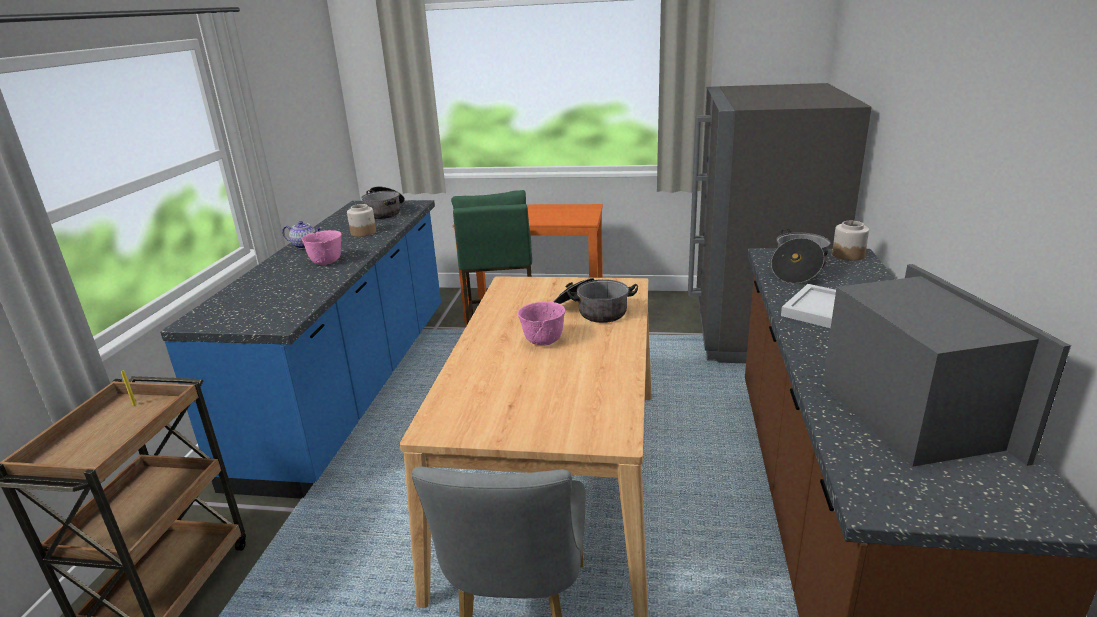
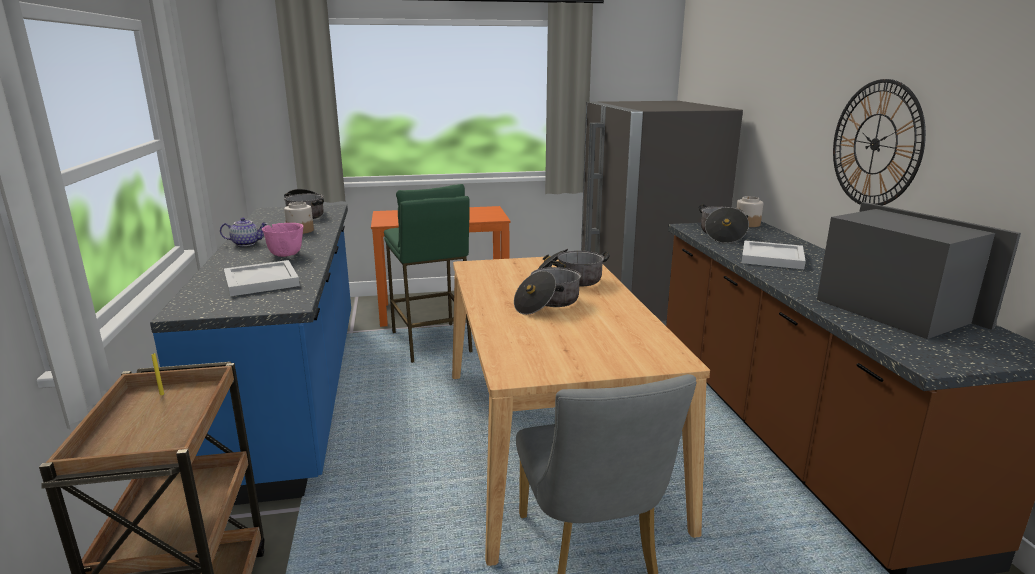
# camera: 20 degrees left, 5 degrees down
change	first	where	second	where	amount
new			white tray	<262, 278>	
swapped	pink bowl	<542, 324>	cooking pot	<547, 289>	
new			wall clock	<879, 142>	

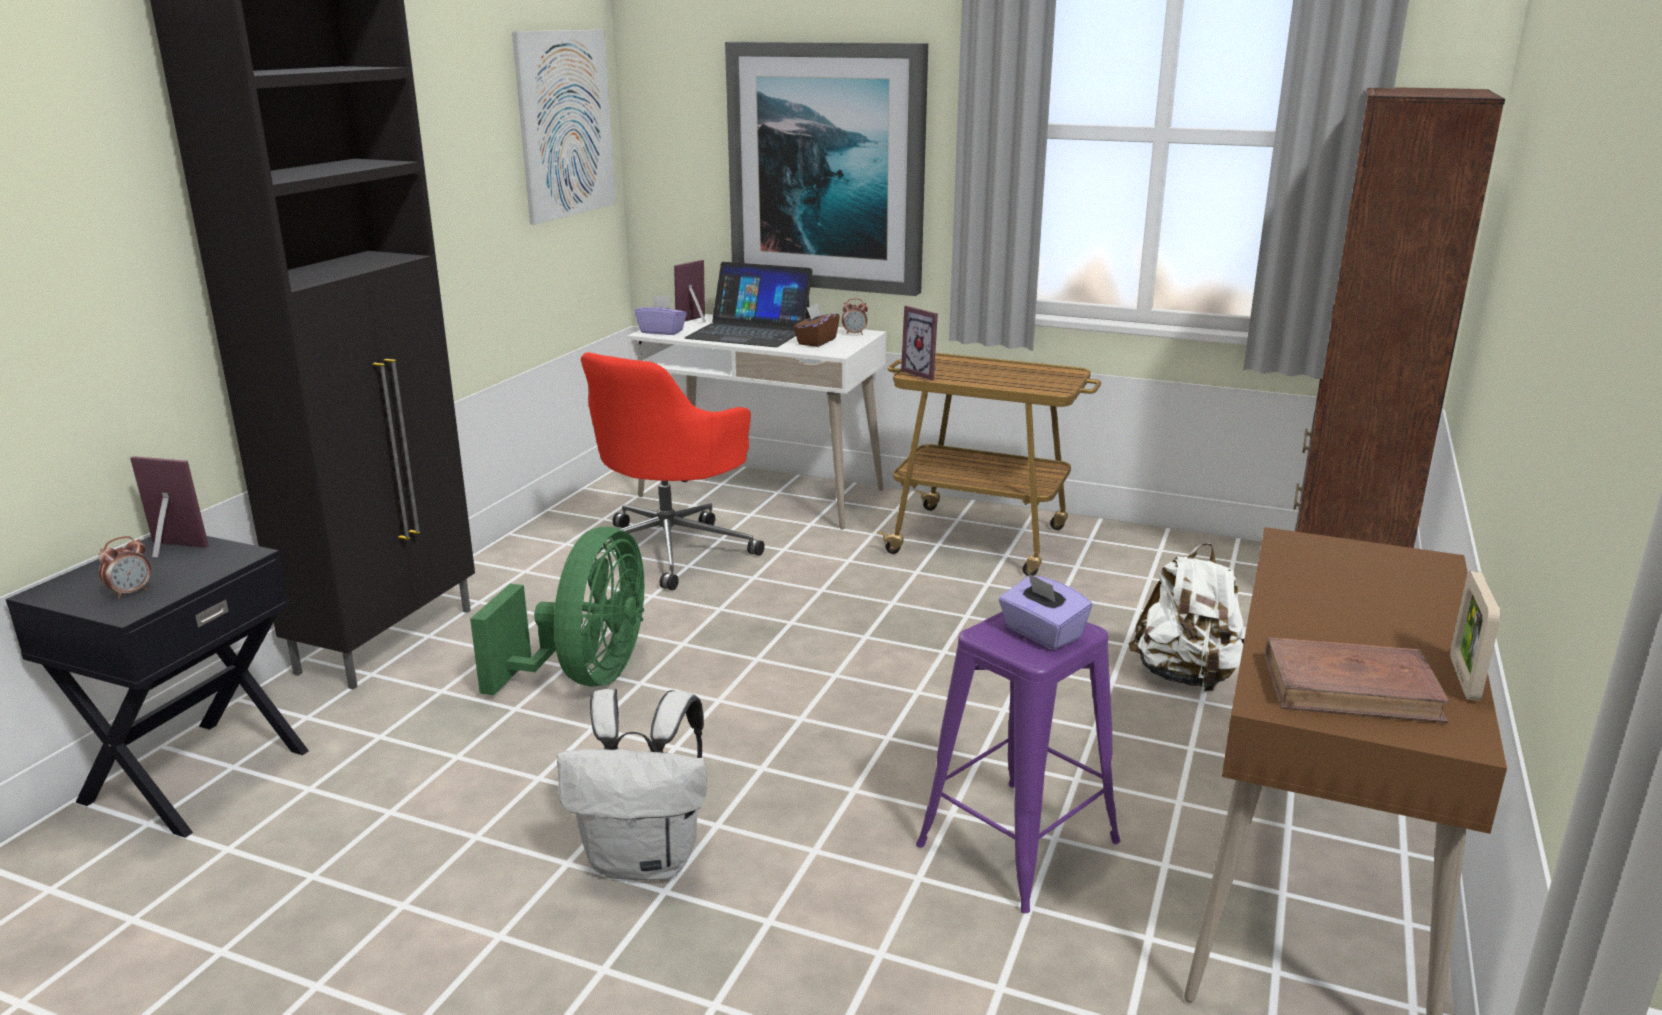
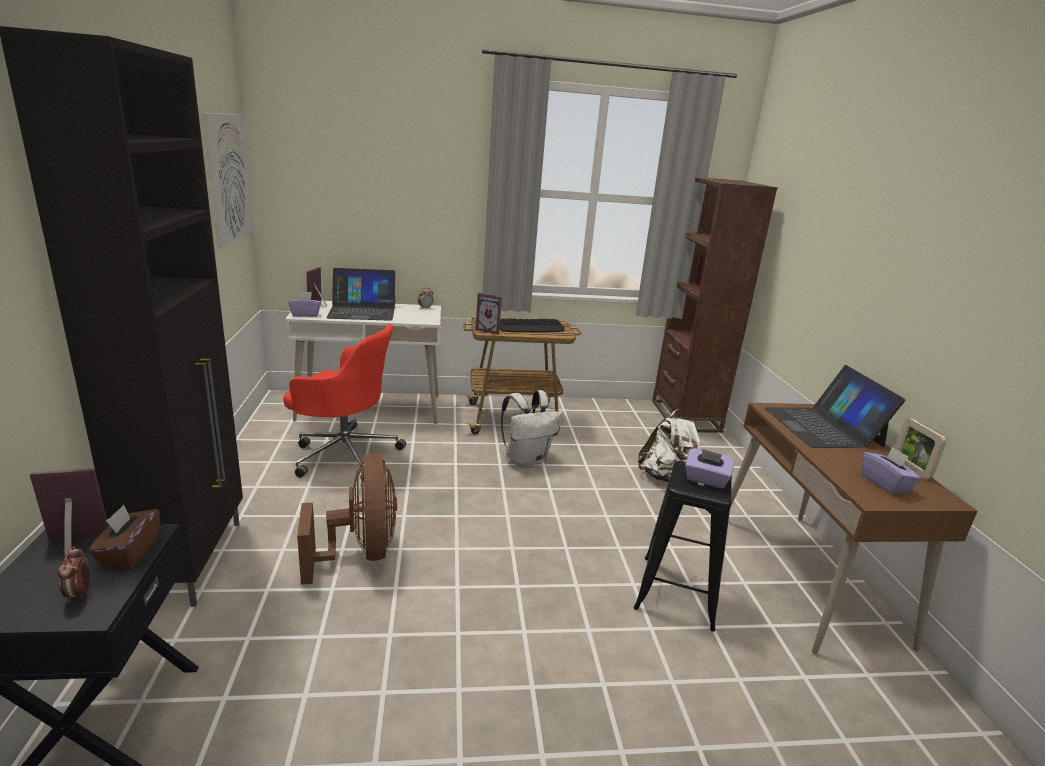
# camera: 30 degrees left, 0 degrees up
change	first	where	second	where	amount
rotated	alarm clock	<124, 567>		<73, 574>	150 degrees clockwise
shifted	brown tissue box	<816, 325>		<124, 536>	
rotated	red office chair	<673, 471>		<344, 403>	75 degrees counterclockwise
repainted	green fan	<557, 611>	brown fan	<347, 519>	
new			keyboard	<532, 325>	
shifted	white backpack	<632, 785>		<532, 428>	
repainted	purple stool	<1018, 762>	black stool	<683, 546>	
new			laptop	<834, 406>	
swapped	brown book	<1357, 680>	purple tissue box	<891, 471>	
gone	picture	<826, 169>			

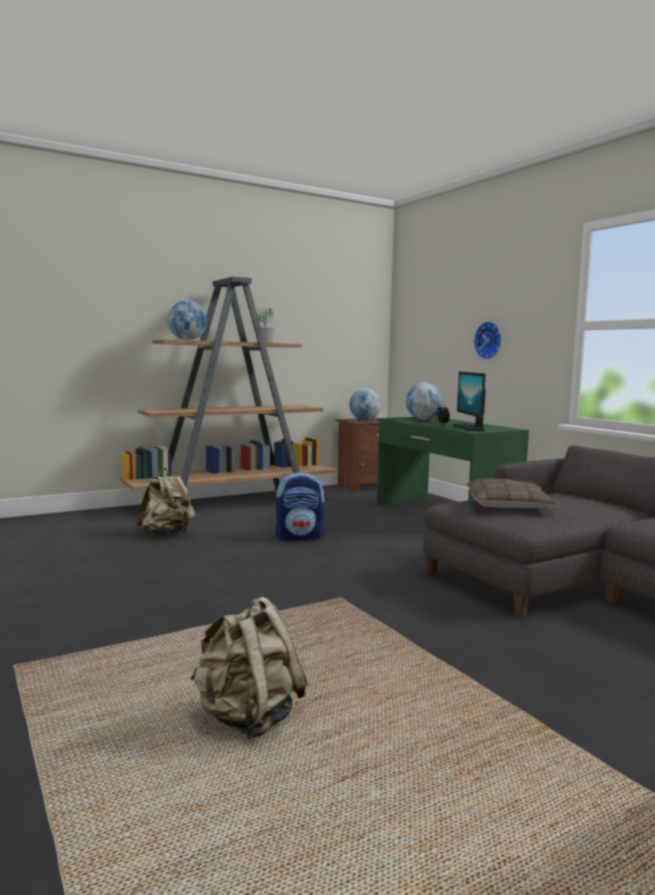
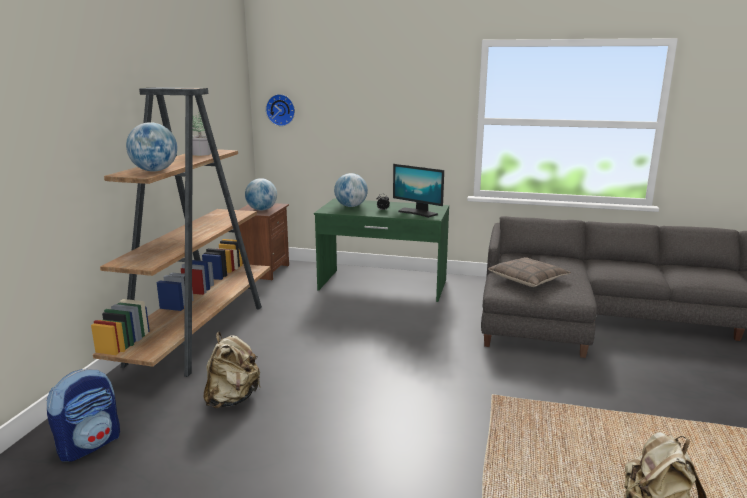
# camera: 45 degrees left, 10 degrees up
change	first	where	second	where	amount
shifted	backpack	<300, 506>		<83, 415>	
shifted	wall clock	<487, 340>		<280, 110>	

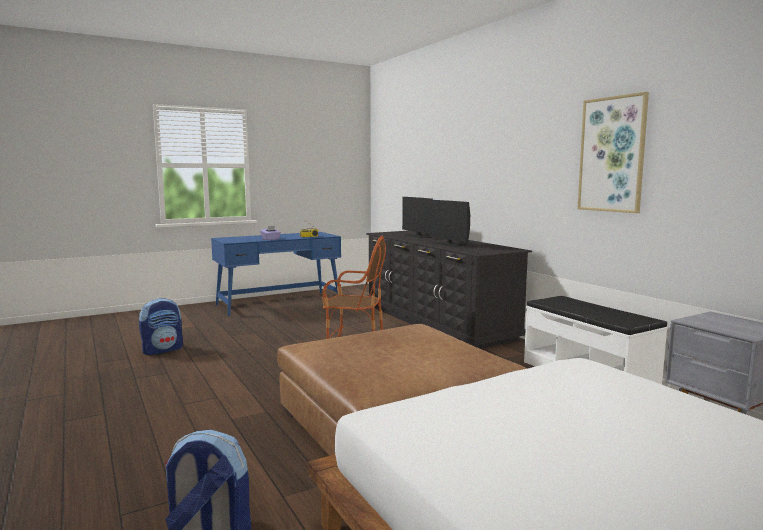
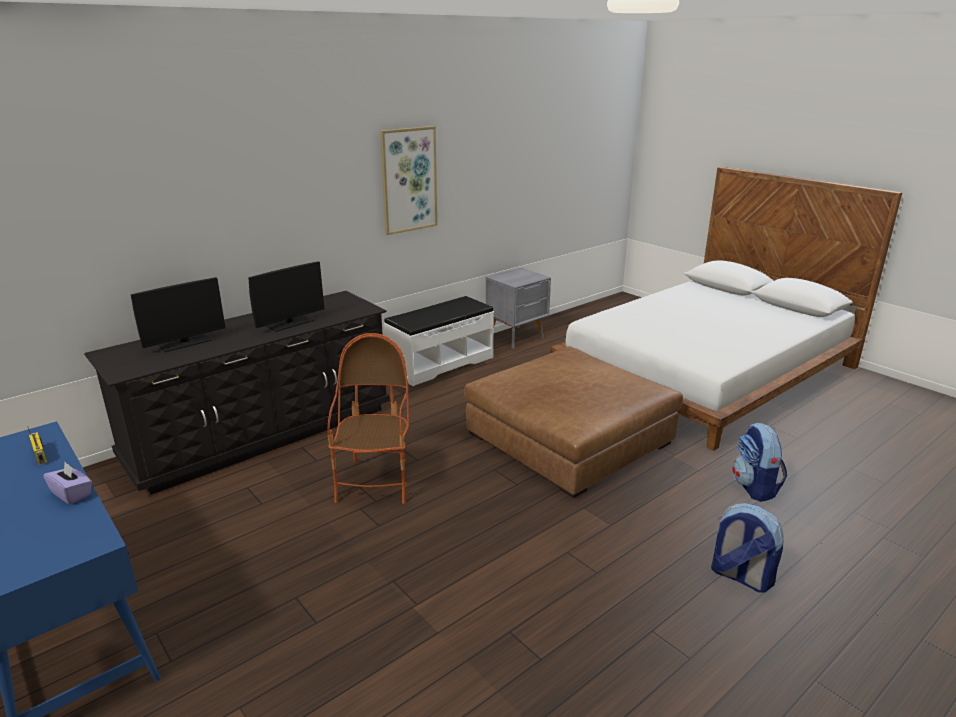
# camera: 100 degrees left, 15 degrees up
change	first	where	second	where	amount
shifted	backpack	<161, 326>		<747, 548>	

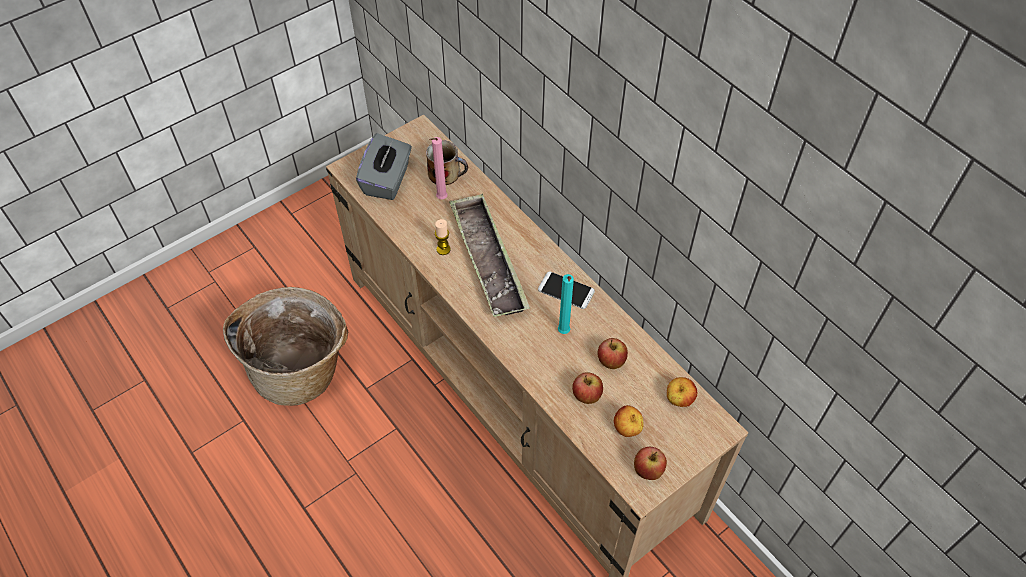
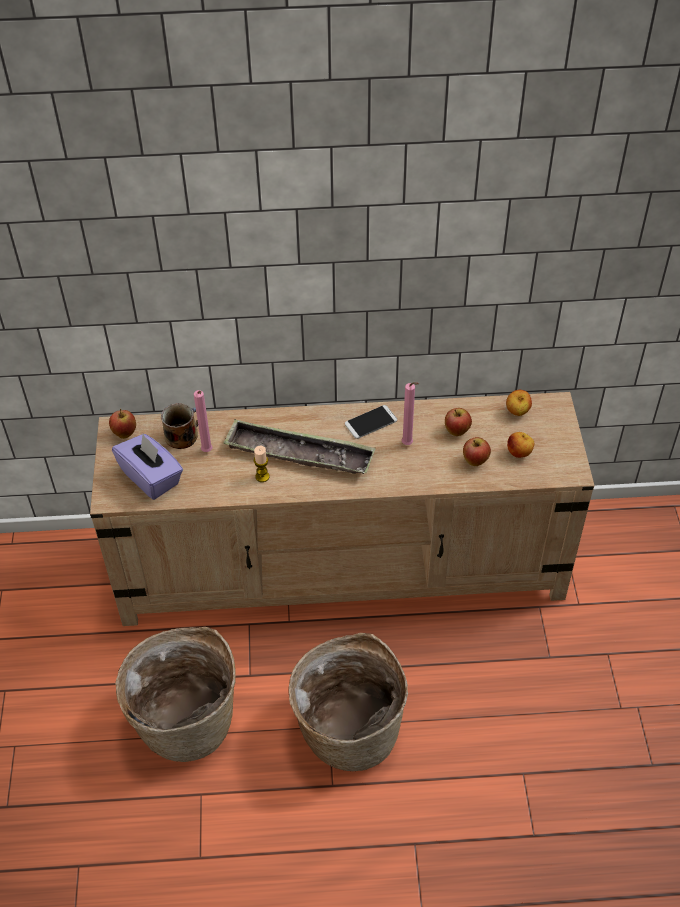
# camera: 55 degrees left, 5 degrees down
change	first	where	second	where	amount
shifted	apple	<650, 463>		<122, 424>	
repainted	grey tissue box	<384, 166>	purple tissue box	<147, 467>	
new			basket	<348, 702>	
repainted	turquoise candle	<566, 304>	pink candle	<410, 413>	

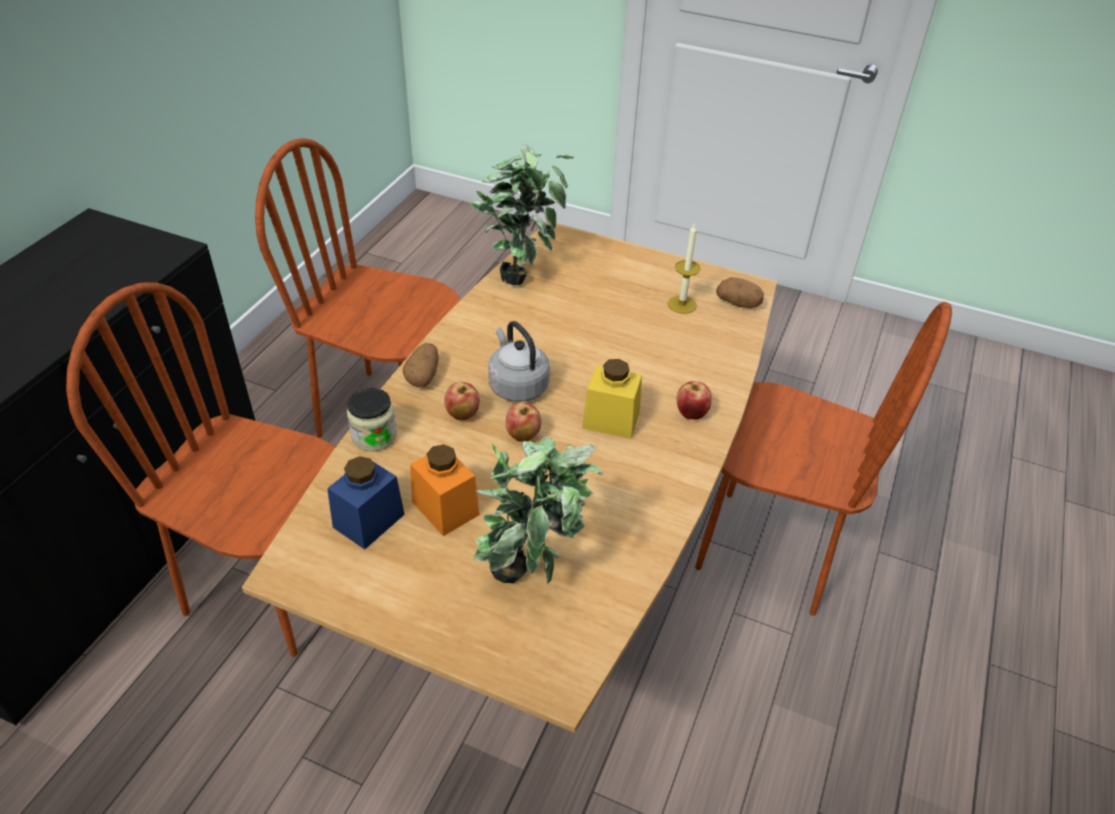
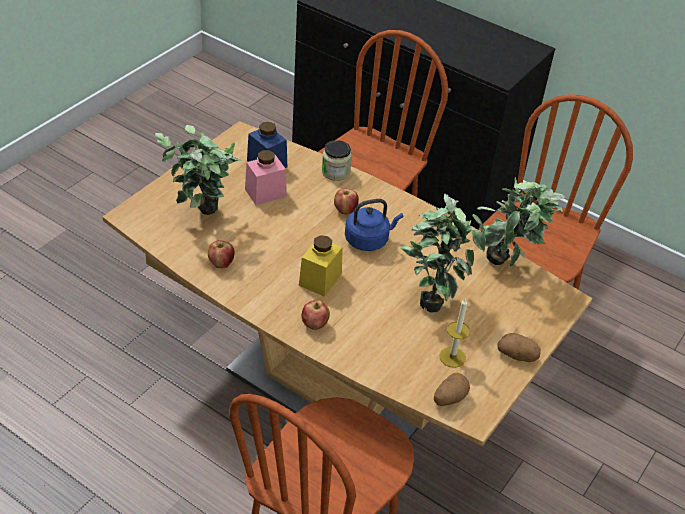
# camera: 100 degrees right, 0 degrees up
change	first	where	second	where	amount
shifted	apple	<523, 422>		<221, 254>	
repainted	orange jar	<445, 490>	pink jar	<266, 177>	
repainted	grey kettle	<519, 361>	blue kettle	<374, 225>	
new			potted plant	<448, 253>	
shifted	potato	<421, 365>		<519, 347>	

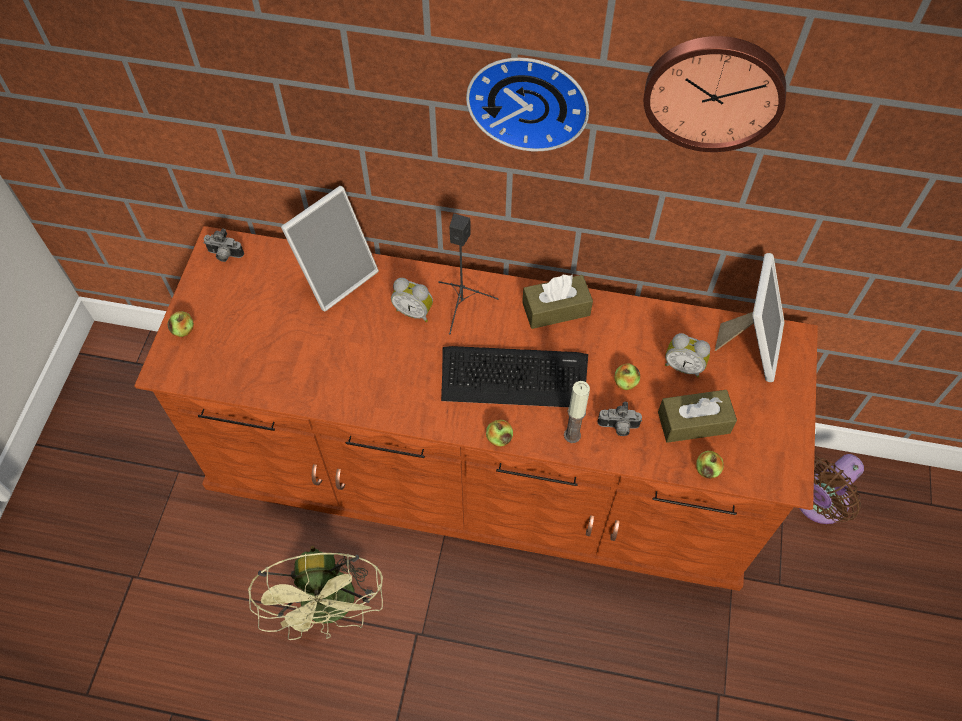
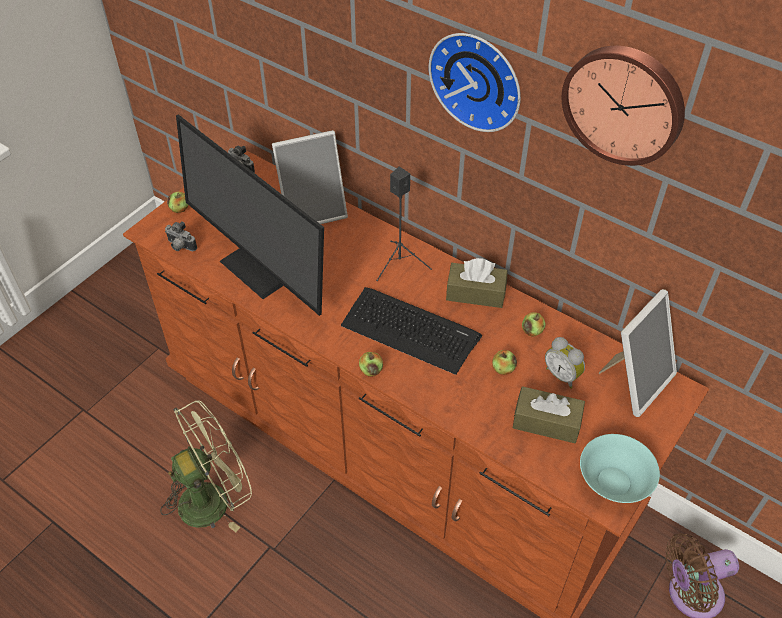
# camera: 25 degrees right, 10 degrees down
change	first	where	second	where	amount
rotated	green fan	<315, 593>		<206, 466>	135 degrees counterclockwise
shifted	photo camera	<620, 419>		<181, 236>	
new			monitor	<250, 215>	
shifted	apple	<710, 465>		<534, 324>	
new			turquoise bowl	<620, 468>	
gone	alarm clock	<412, 300>			
gone	candle	<577, 412>			

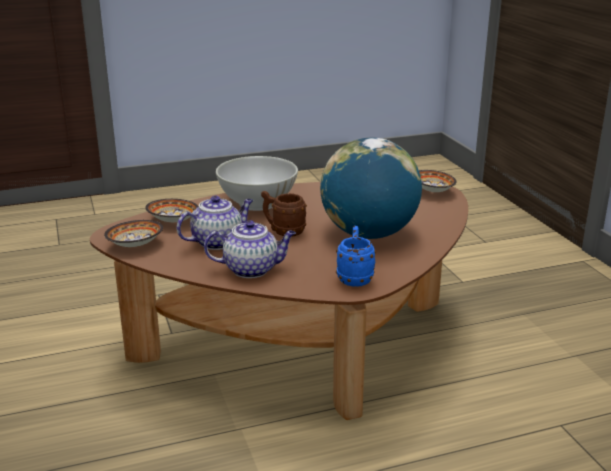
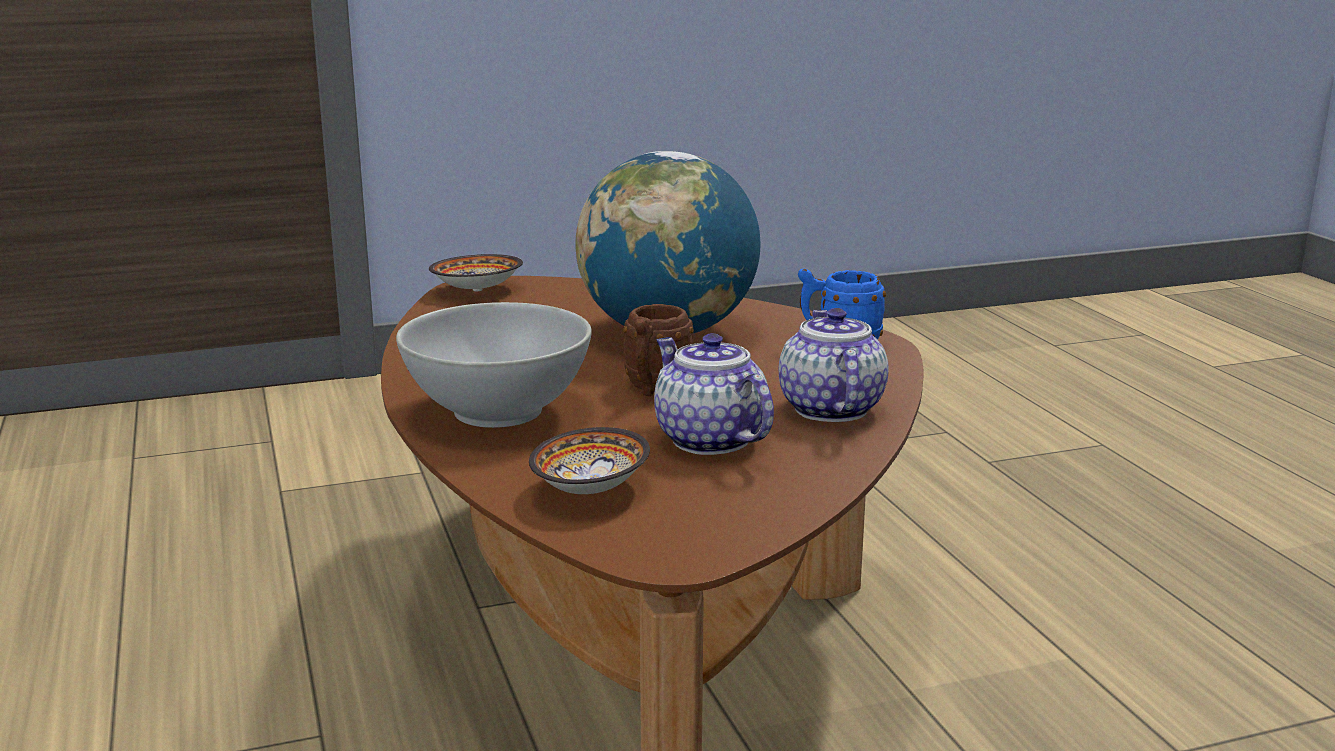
# camera: 90 degrees left, 5 degrees down
change	first	where	second	where	amount
gone	bowl	<133, 233>			

